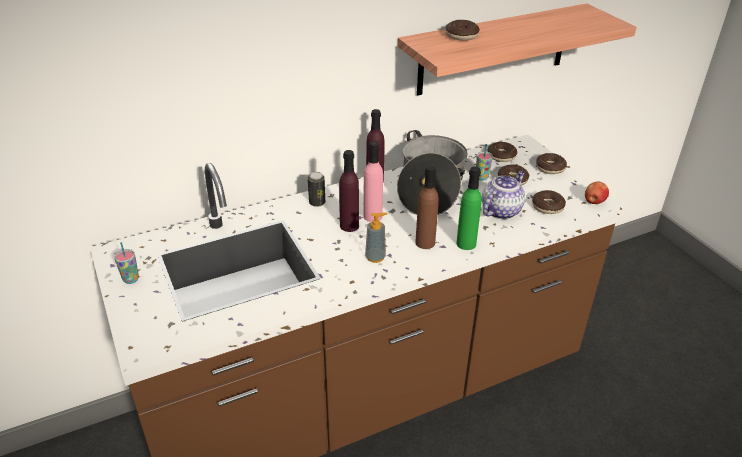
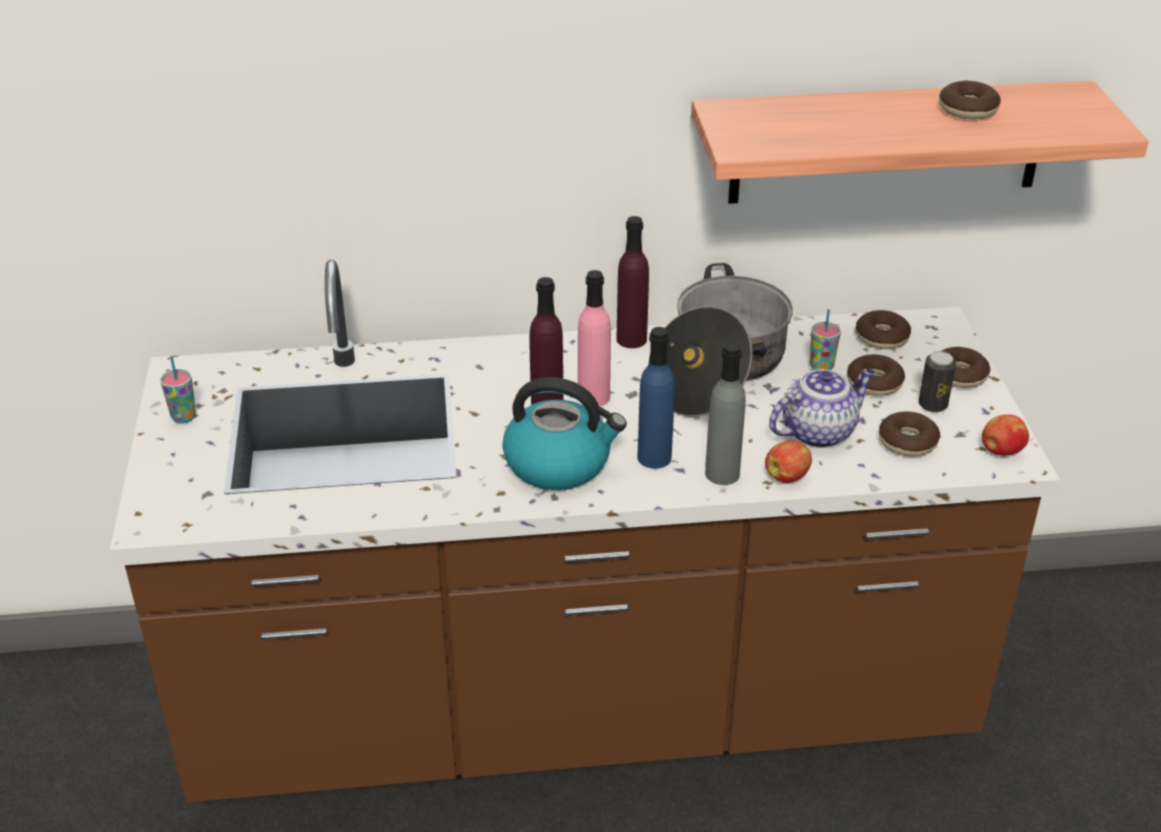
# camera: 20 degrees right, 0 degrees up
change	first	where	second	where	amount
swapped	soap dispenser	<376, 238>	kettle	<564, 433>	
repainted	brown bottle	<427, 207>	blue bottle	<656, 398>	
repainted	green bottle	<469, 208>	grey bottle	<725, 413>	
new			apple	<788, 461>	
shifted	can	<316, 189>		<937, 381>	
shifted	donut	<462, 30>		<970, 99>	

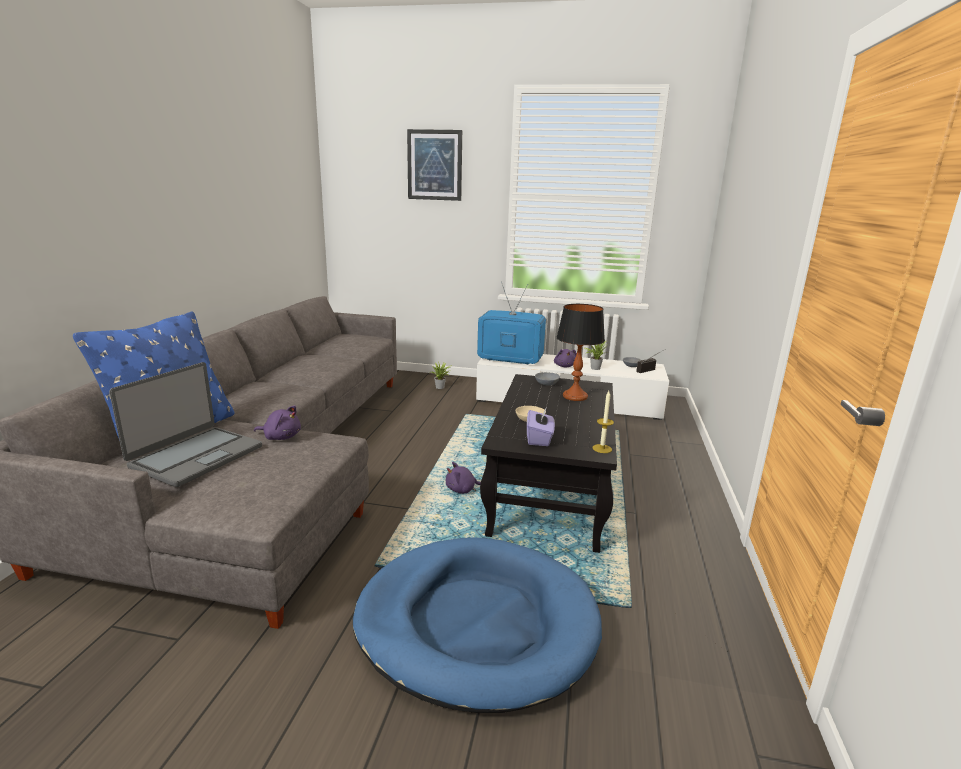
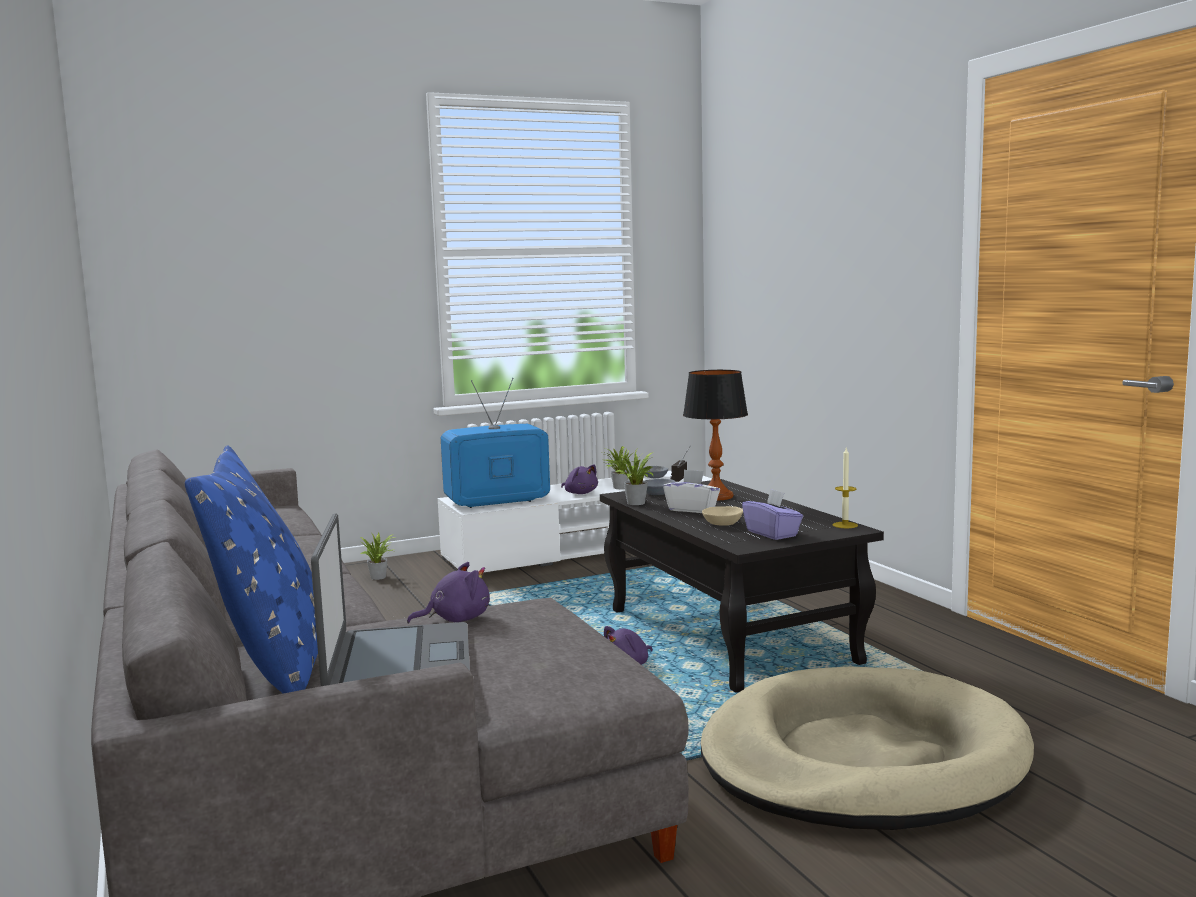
# camera: 35 degrees left, 10 degrees down
change	first	where	second	where	amount
new			potted plant	<632, 477>	
new			white tissue box	<691, 491>	
repainted	blue dog bed	<477, 625>	beige dog bed	<867, 748>	
gone	picture	<434, 165>			

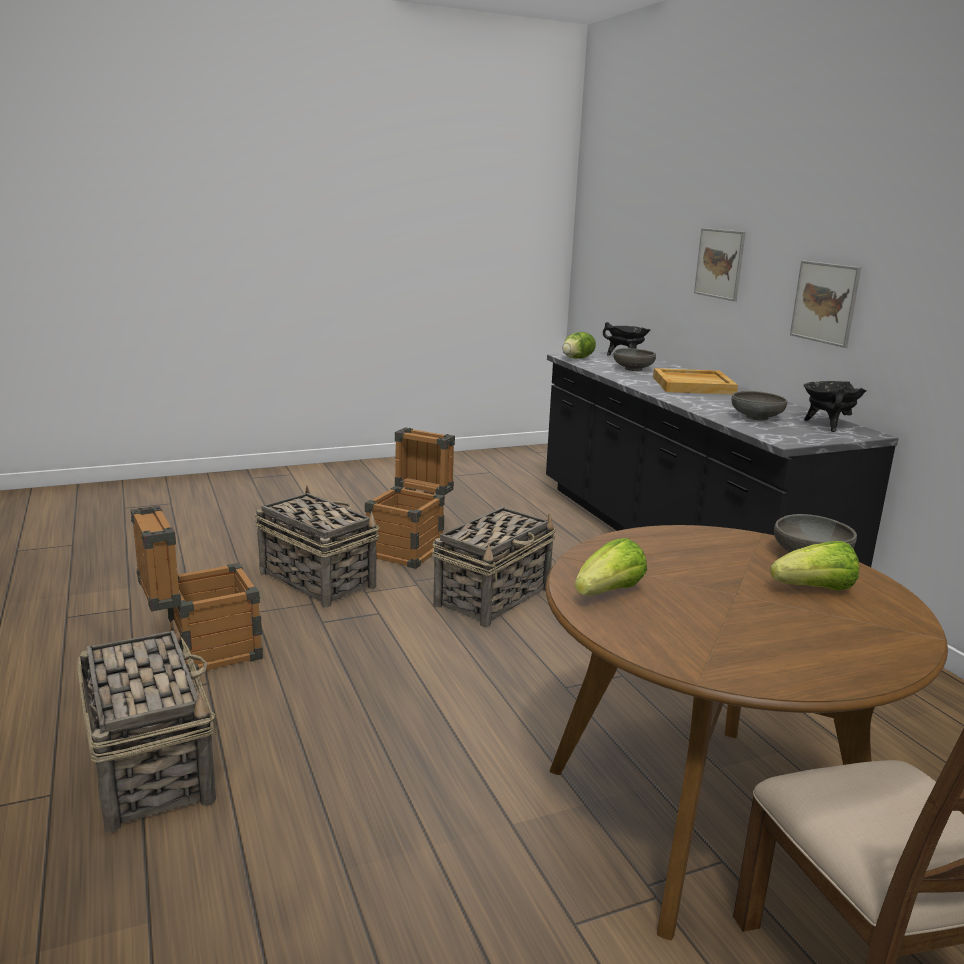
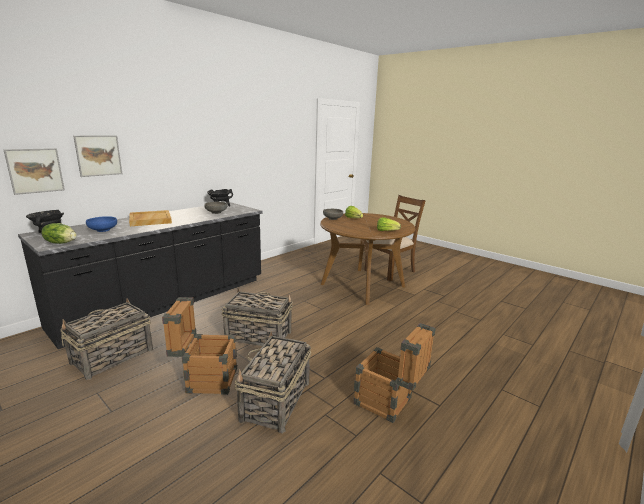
# camera: 115 degrees left, 0 degrees up
change	first	where	second	where	amount
shifted	picture	<825, 304>		<34, 171>	
shifted	basket	<147, 727>		<106, 339>	
repainted	grey bowl	<634, 359>	blue bowl	<101, 224>	

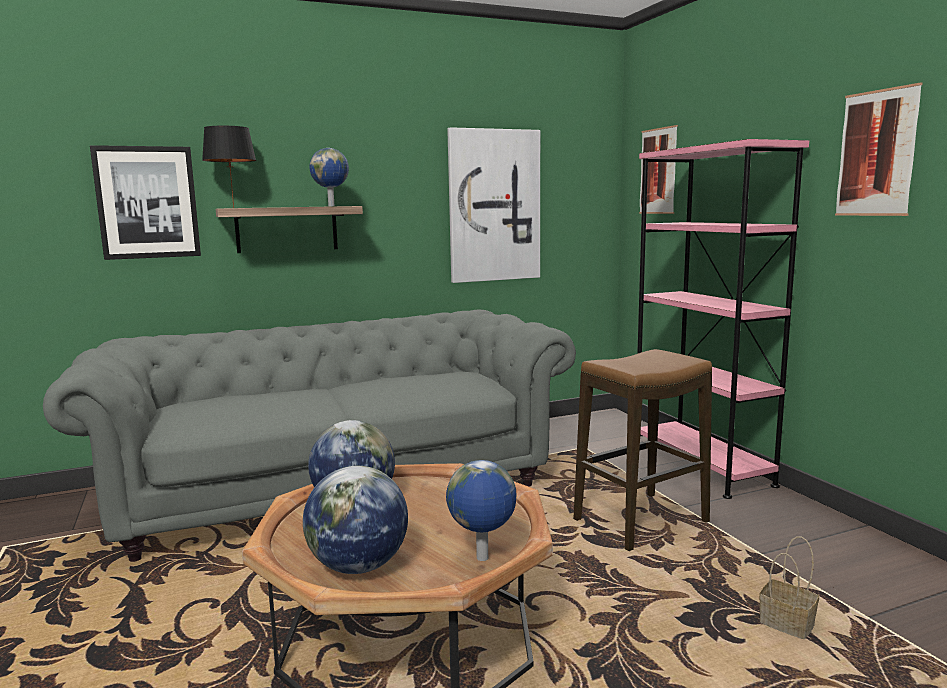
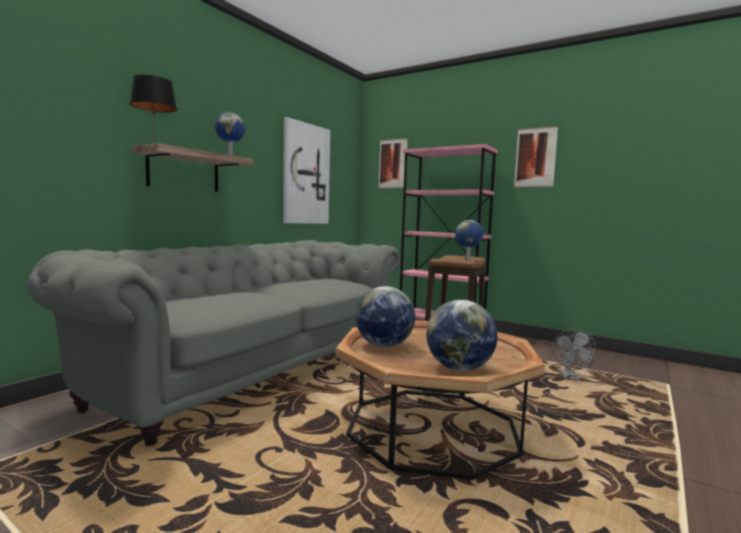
# camera: 35 degrees left, 5 degrees down
change	first	where	second	where	amount
shifted	globe	<481, 510>		<469, 240>	
swapped	basket	<789, 587>	grey fan	<574, 355>	
gone	picture	<145, 202>			

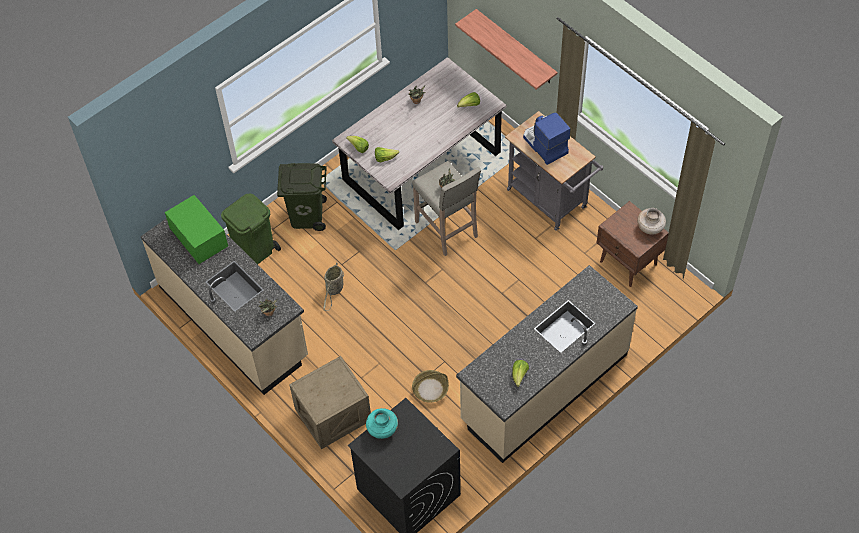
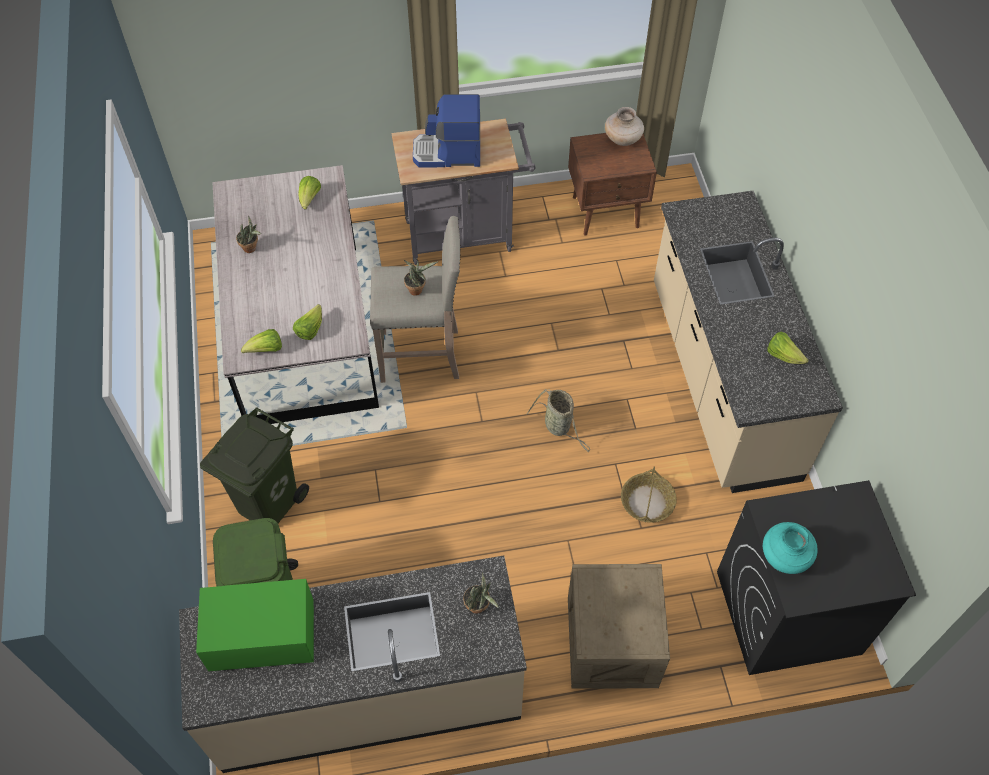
# camera: 60 degrees left, 0 degrees up
change	first	where	second	where	amount
shifted	basket	<333, 286>		<558, 420>	
gone	shelf	<506, 49>			

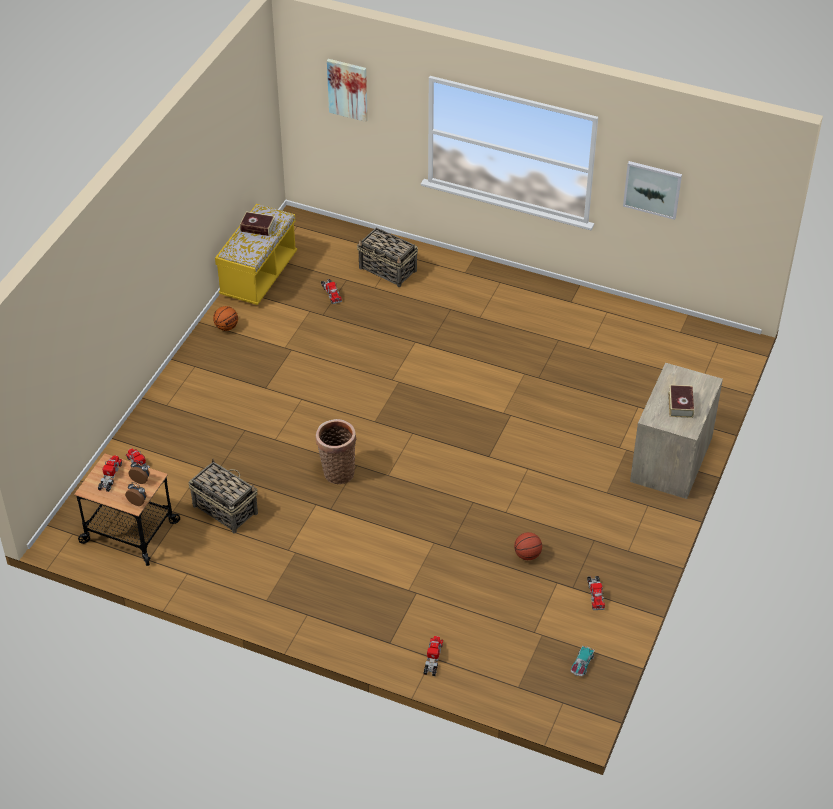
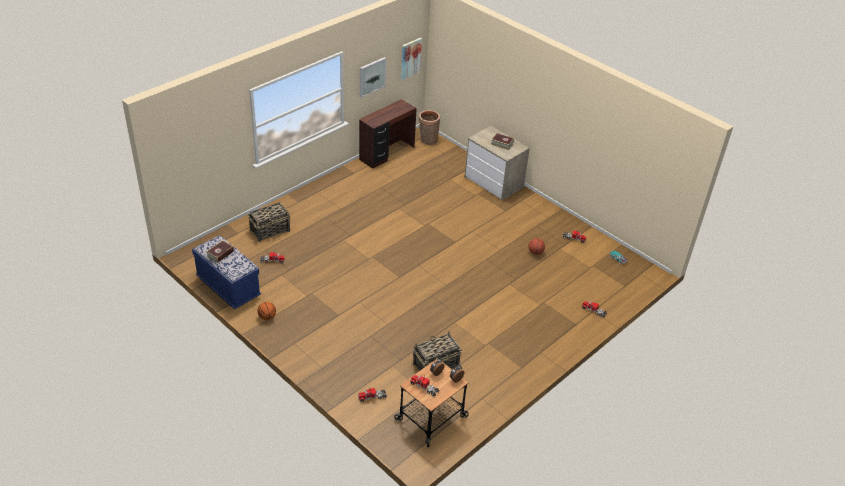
# camera: 70 degrees left, 5 degrees down
change	first	where	second	where	amount
repainted	yellow bench	<256, 254>	blue bench	<226, 273>	
new			brown desk	<388, 134>	
shifted	picture	<347, 90>		<411, 59>	
shifted	basket	<336, 451>		<429, 127>	

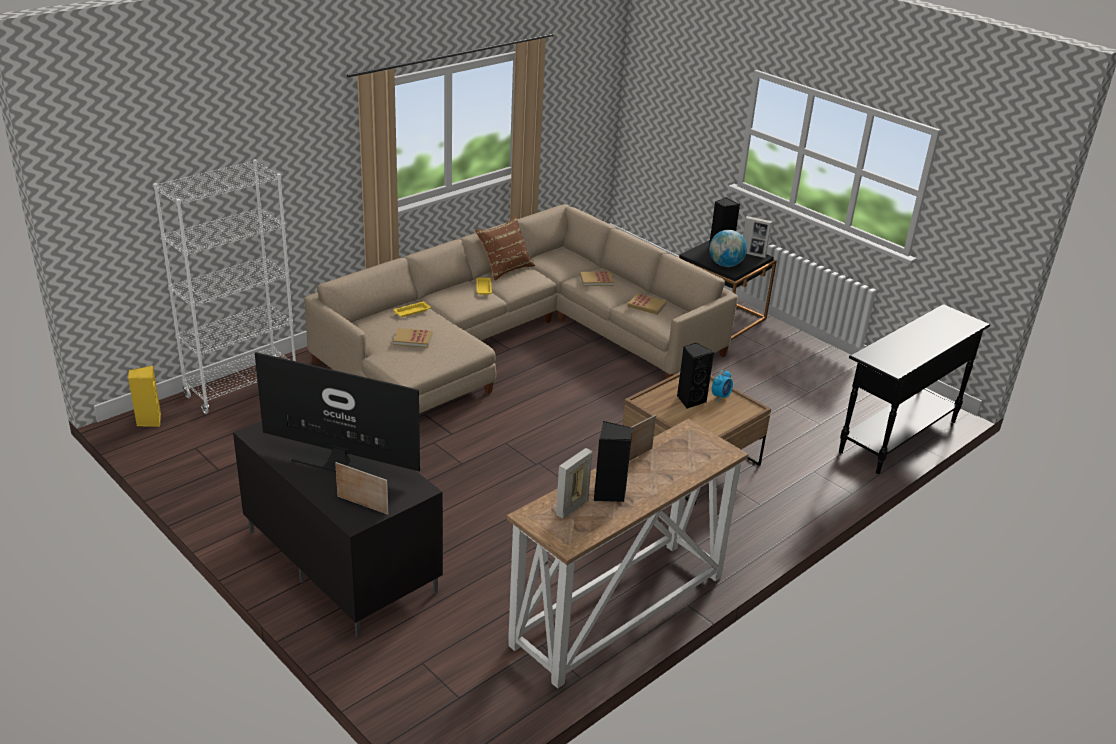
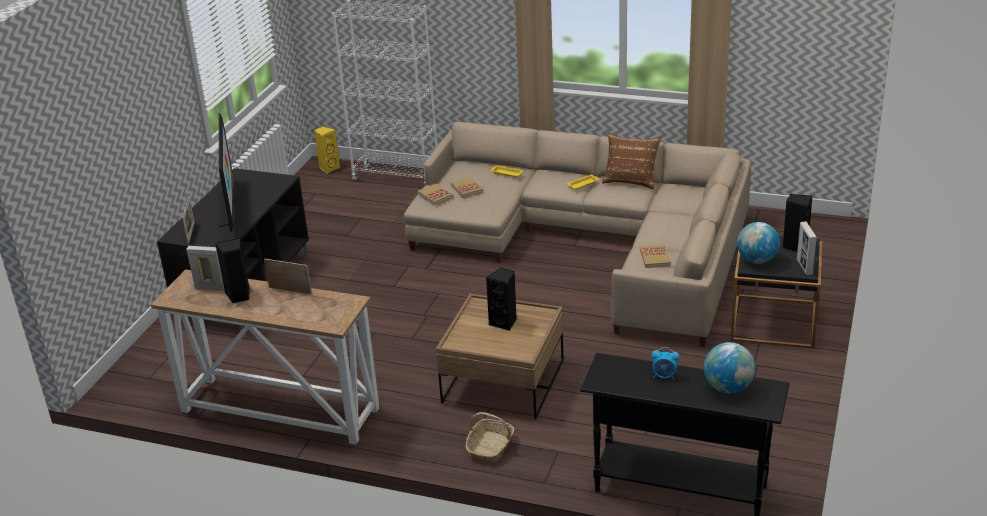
# camera: 65 degrees right, 0 degrees up
change	first	where	second	where	amount
shifted	book	<597, 278>		<435, 194>	
new			basket	<490, 437>	
shifted	alarm clock	<722, 386>		<665, 363>	
new			globe	<730, 367>	

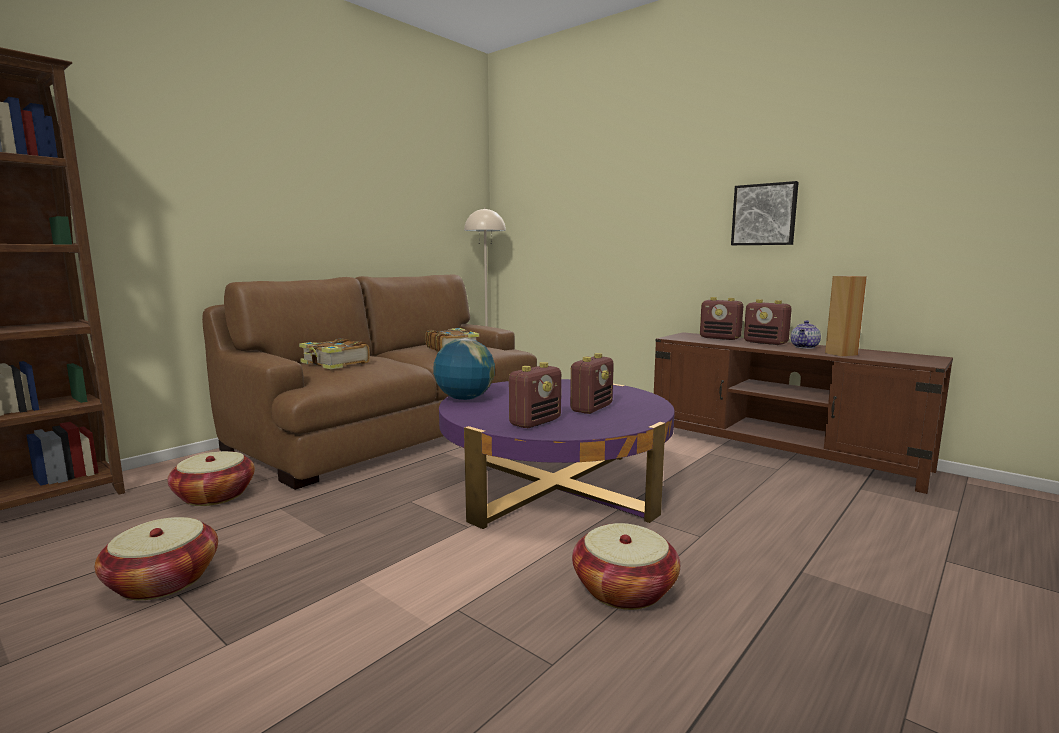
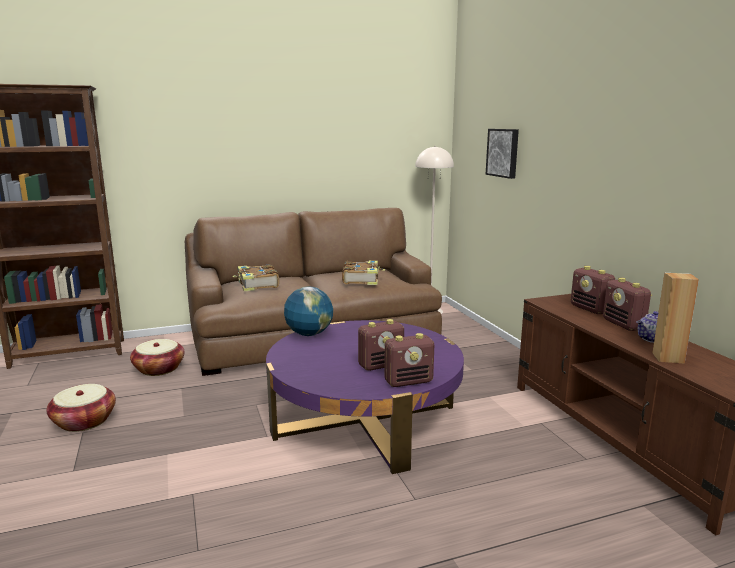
# camera: 30 degrees right, 5 degrees up
change	first	where	second	where	amount
shifted	radio	<535, 395>		<409, 360>	
shifted	picture	<765, 213>		<502, 154>	
gone	basket	<626, 566>			

